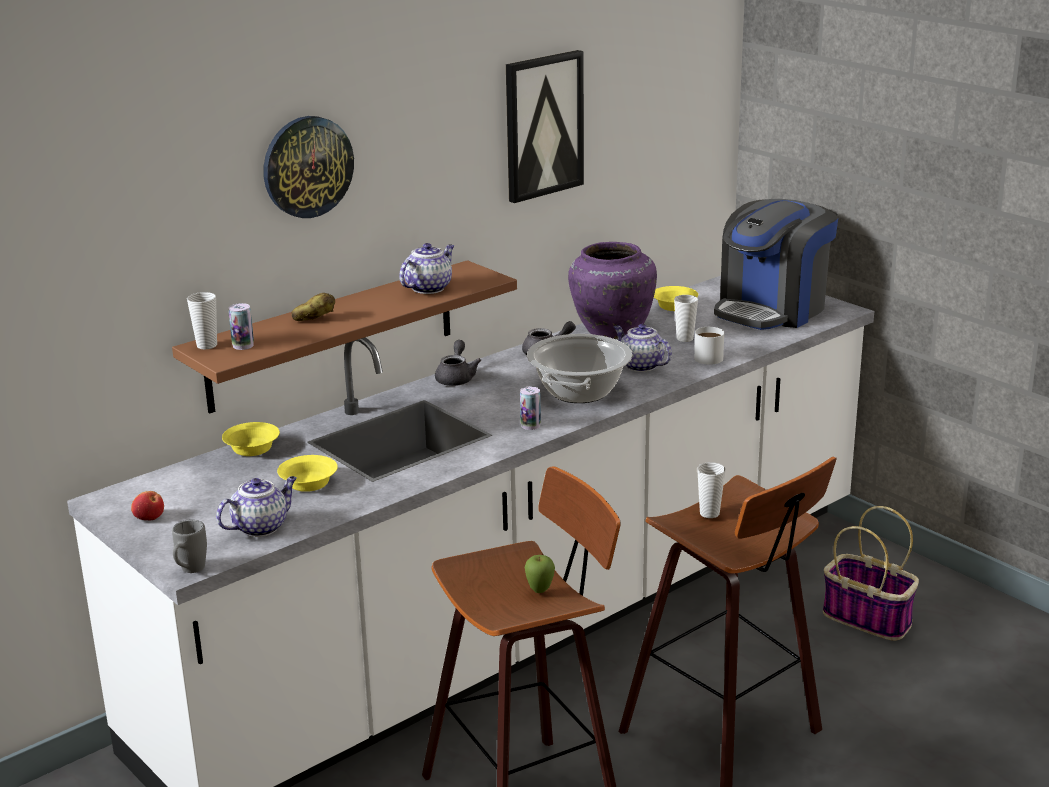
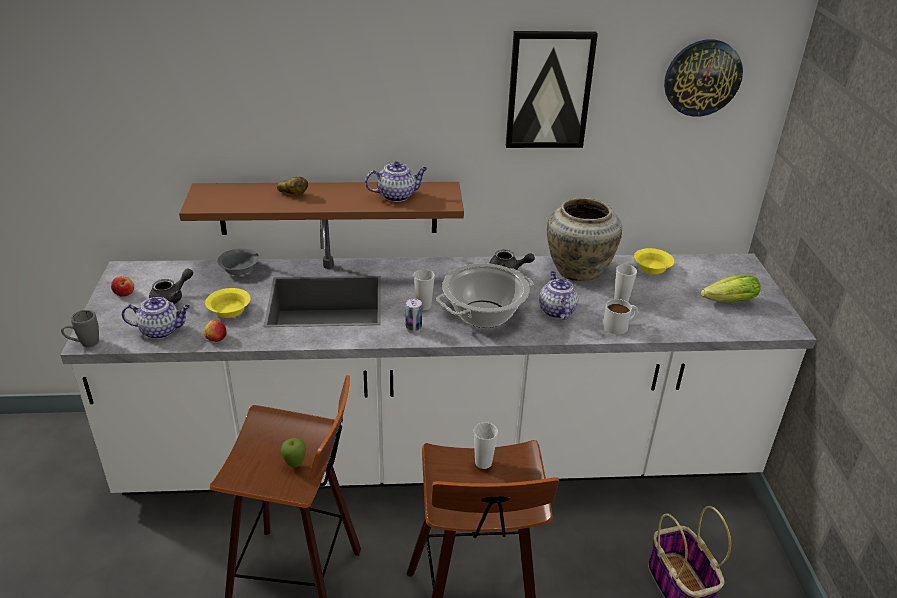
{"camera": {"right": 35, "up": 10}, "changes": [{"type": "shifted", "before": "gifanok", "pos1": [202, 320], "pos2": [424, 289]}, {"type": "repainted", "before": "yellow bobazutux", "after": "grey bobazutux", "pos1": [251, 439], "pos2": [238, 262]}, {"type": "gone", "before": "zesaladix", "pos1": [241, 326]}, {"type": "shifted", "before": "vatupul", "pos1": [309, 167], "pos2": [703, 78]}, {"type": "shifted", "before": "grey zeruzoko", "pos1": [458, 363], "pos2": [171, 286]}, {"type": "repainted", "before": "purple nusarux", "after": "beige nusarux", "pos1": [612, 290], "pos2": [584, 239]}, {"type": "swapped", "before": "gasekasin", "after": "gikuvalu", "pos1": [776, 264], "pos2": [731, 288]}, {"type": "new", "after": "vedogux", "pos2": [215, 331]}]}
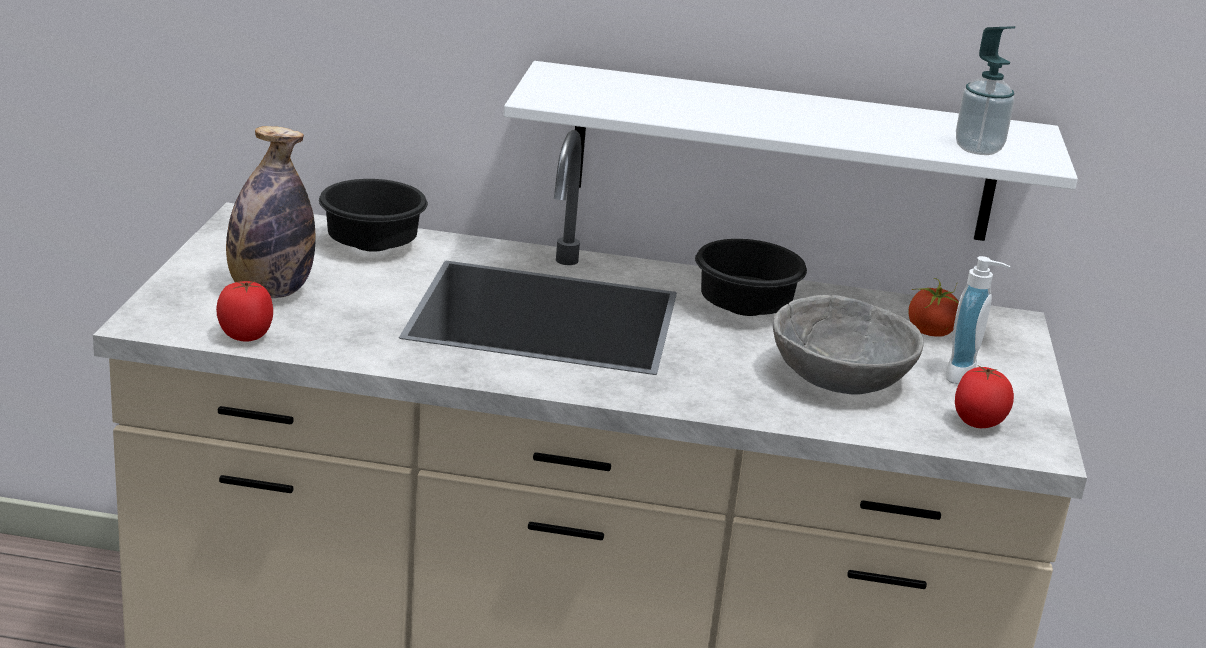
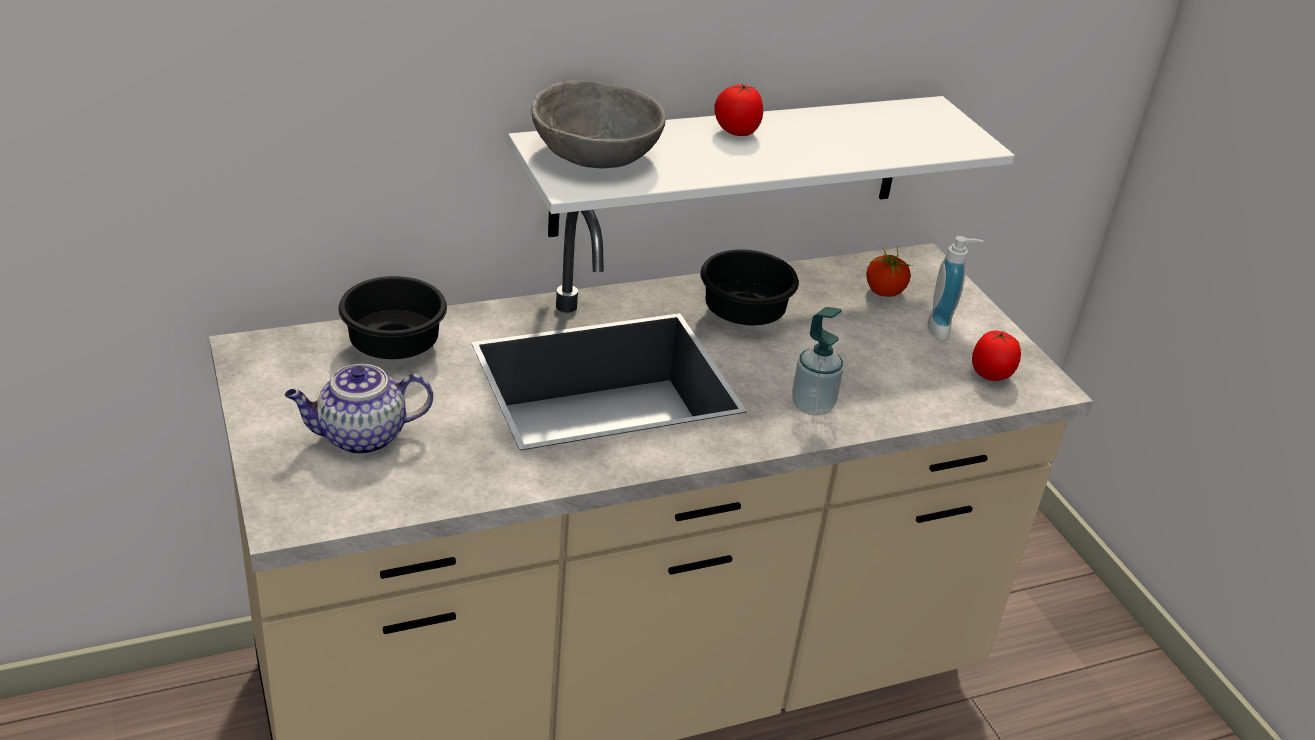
{"camera": {"right": -30, "up": 10}, "changes": [{"type": "shifted", "before": "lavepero", "pos1": [244, 311], "pos2": [738, 110]}, {"type": "swapped", "before": "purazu", "after": "zeruzoko", "pos1": [270, 212], "pos2": [359, 409]}, {"type": "shifted", "before": "grey bobazutux", "pos1": [848, 345], "pos2": [598, 124]}, {"type": "shifted", "before": "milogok", "pos1": [985, 90], "pos2": [817, 361]}]}
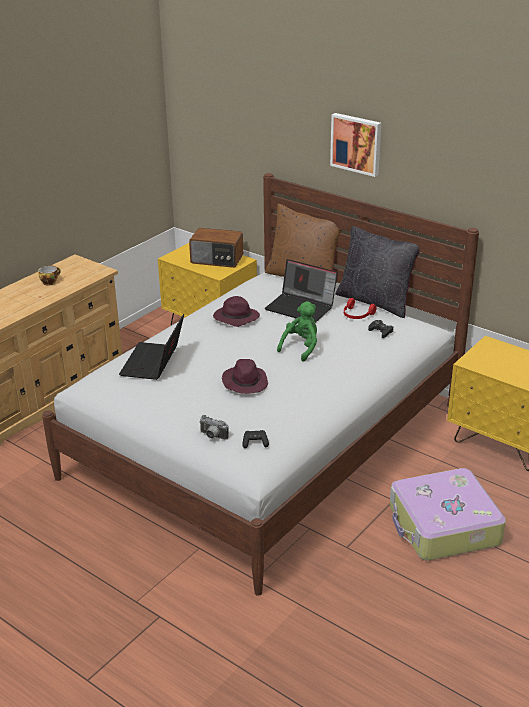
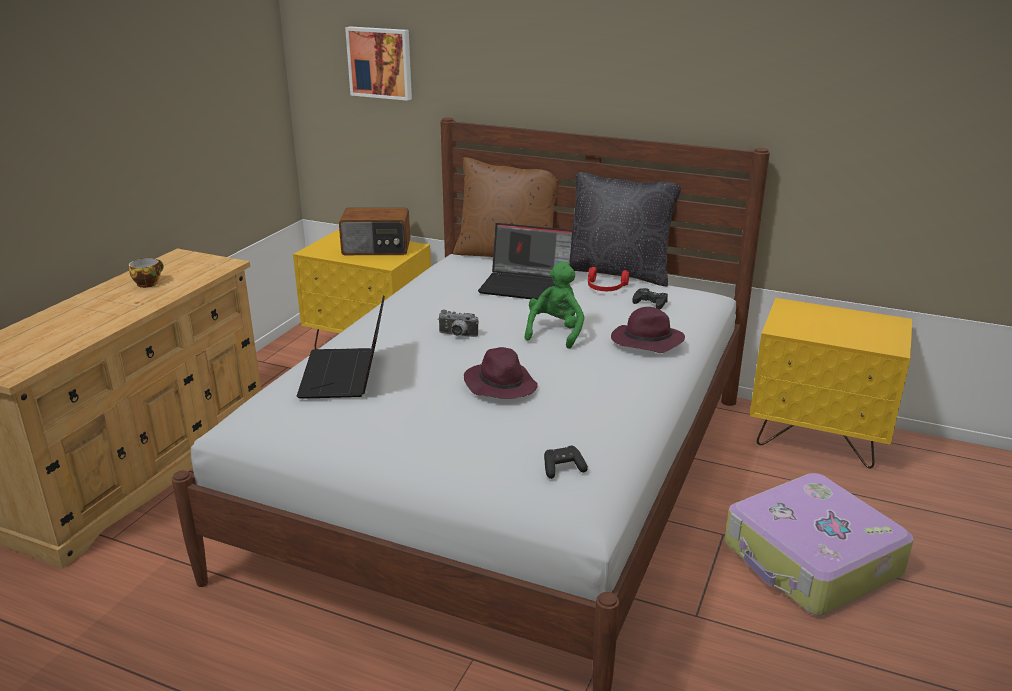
{"camera": {"right": -15, "up": -5}, "changes": [{"type": "shifted", "before": "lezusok", "pos1": [214, 427], "pos2": [458, 323]}, {"type": "shifted", "before": "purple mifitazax", "pos1": [236, 311], "pos2": [648, 330]}, {"type": "shifted", "before": "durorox", "pos1": [355, 145], "pos2": [378, 63]}]}
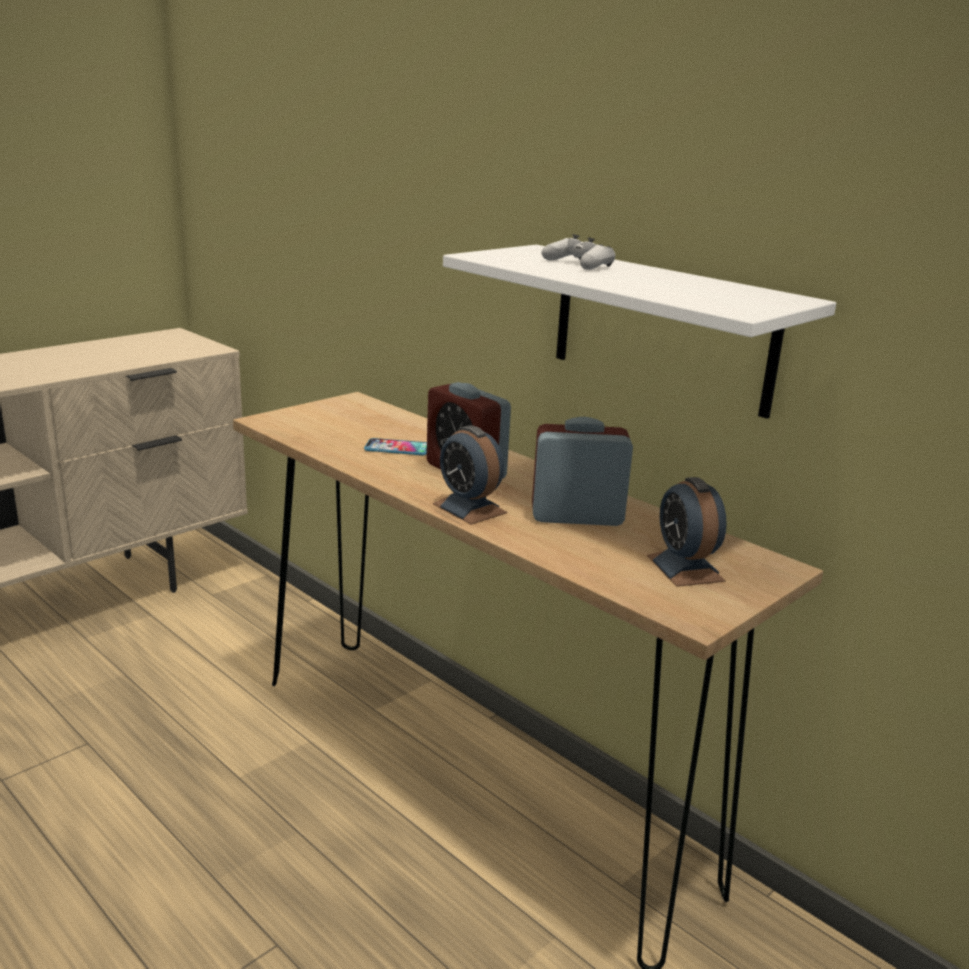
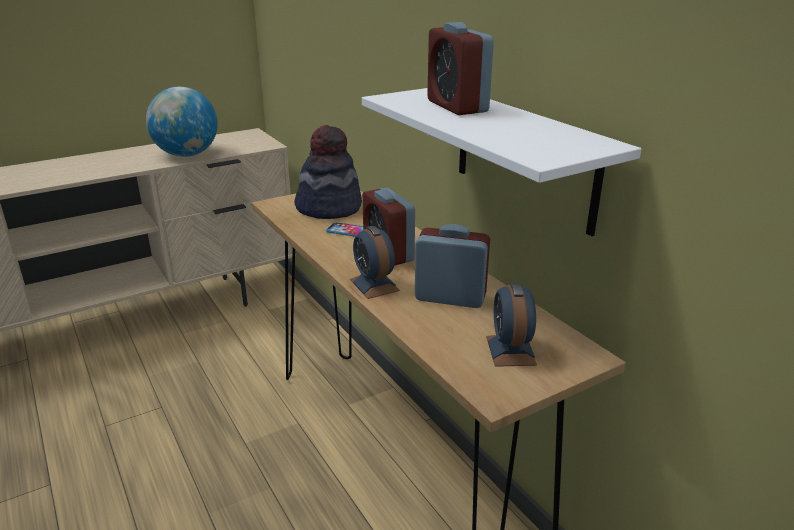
{"camera": {"right": 15, "up": 5}, "changes": [{"type": "swapped", "before": "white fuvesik", "after": "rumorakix", "pos1": [578, 252], "pos2": [460, 68]}, {"type": "new", "after": "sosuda", "pos2": [182, 122]}, {"type": "new", "after": "mifitazax", "pos2": [328, 172]}]}
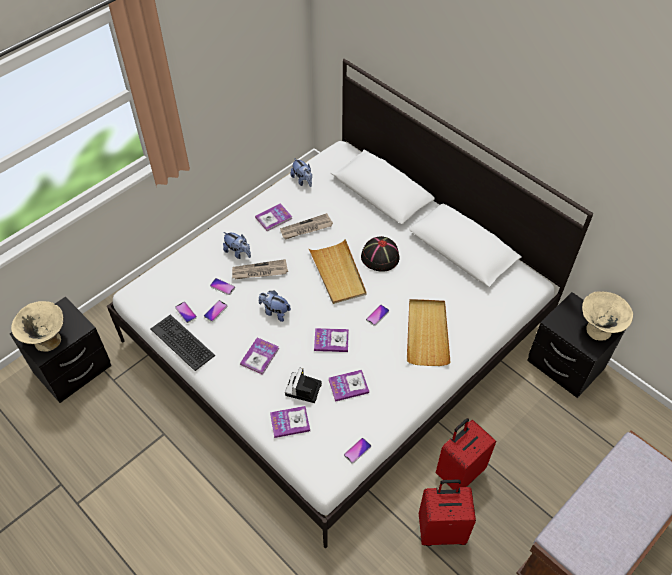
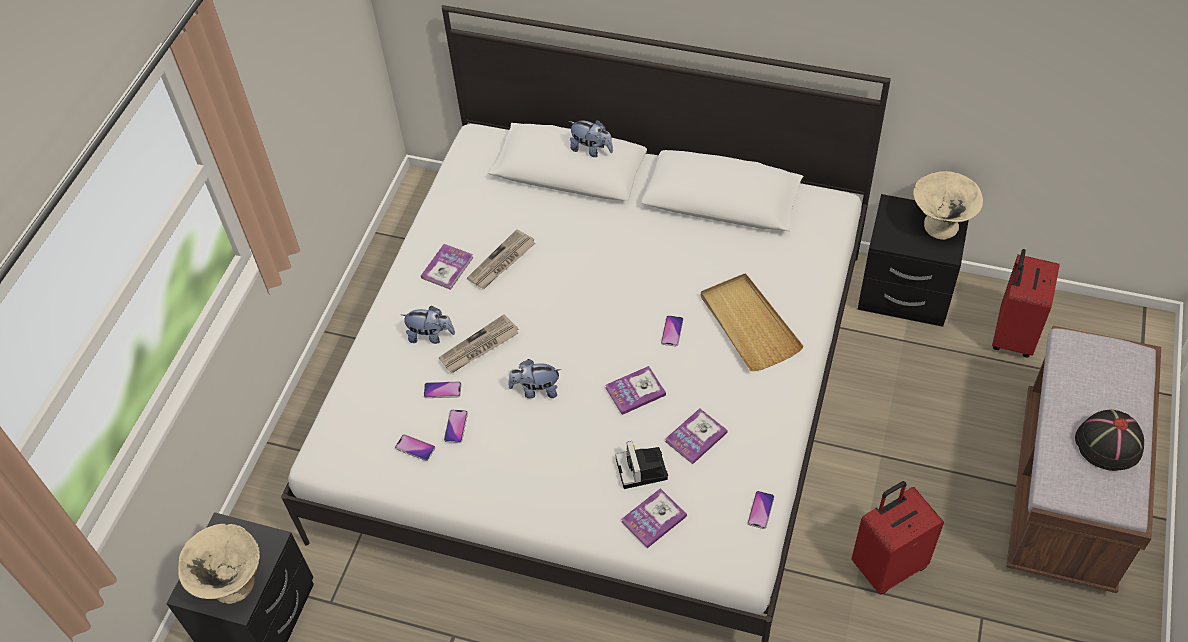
{"camera": {"right": -25, "up": 0}, "changes": [{"type": "gone", "before": "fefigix", "pos1": [183, 342]}, {"type": "gone", "before": "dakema", "pos1": [259, 356]}, {"type": "shifted", "before": "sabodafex", "pos1": [301, 172], "pos2": [591, 138]}, {"type": "gone", "before": "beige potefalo", "pos1": [337, 271]}, {"type": "shifted", "before": "black mifitazax", "pos1": [380, 254], "pos2": [1110, 440]}, {"type": "shifted", "before": "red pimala", "pos1": [466, 454], "pos2": [1026, 303]}]}
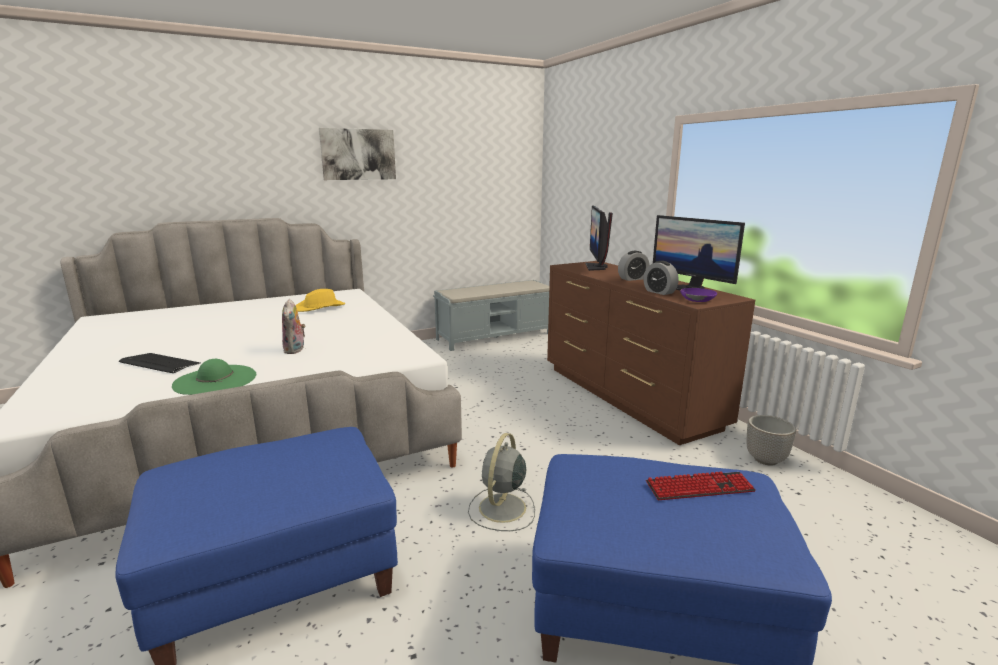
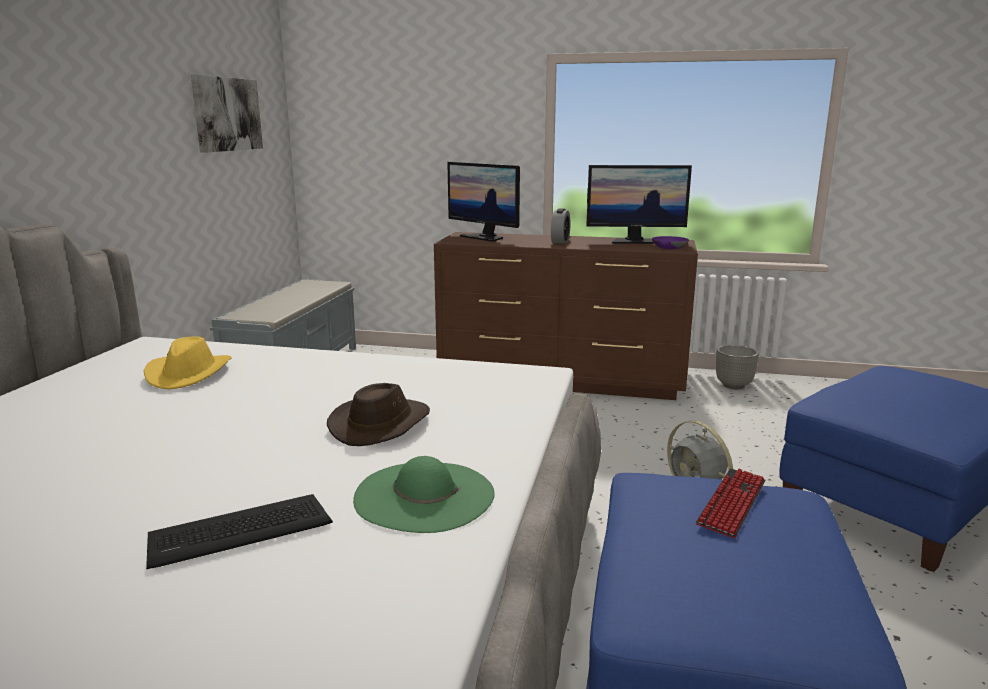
{"camera": {"right": -50, "up": 0}, "changes": [{"type": "swapped", "before": "sabodafex", "after": "brown mifitazax", "pos1": [294, 326], "pos2": [378, 414]}, {"type": "shifted", "before": "durorox", "pos1": [357, 154], "pos2": [227, 113]}, {"type": "gone", "before": "rumorakix", "pos1": [661, 278]}, {"type": "shifted", "before": "fefigix", "pos1": [701, 485], "pos2": [730, 503]}]}
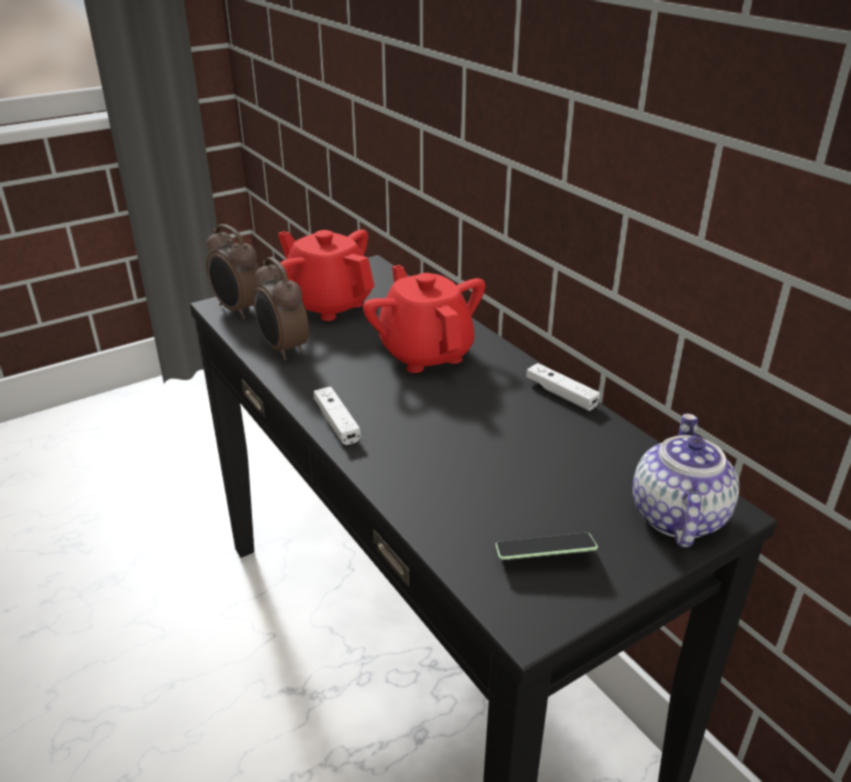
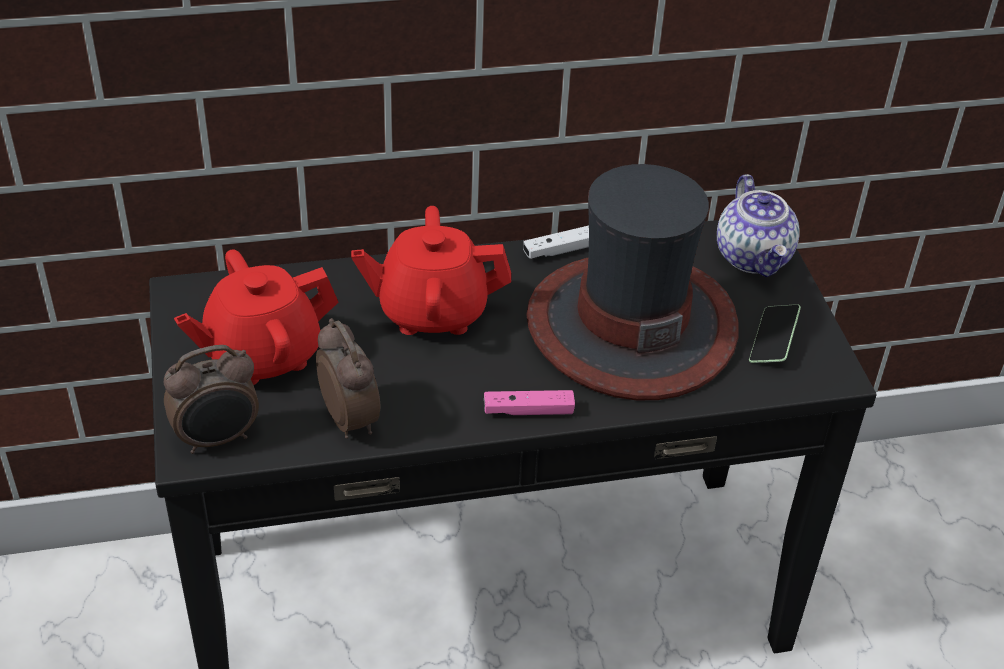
{"camera": {"right": -70, "up": 10}, "changes": [{"type": "rotated", "before": "rumorakix", "pos1": [281, 309], "pos2": [348, 378], "turn": -105}, {"type": "repainted", "before": "white fuvesik", "after": "pink fuvesik", "pos1": [337, 415], "pos2": [529, 402]}, {"type": "rotated", "before": "zeruzoko", "pos1": [686, 480], "pos2": [758, 225], "turn": -135}, {"type": "new", "after": "mifitazax", "pos2": [632, 282]}]}
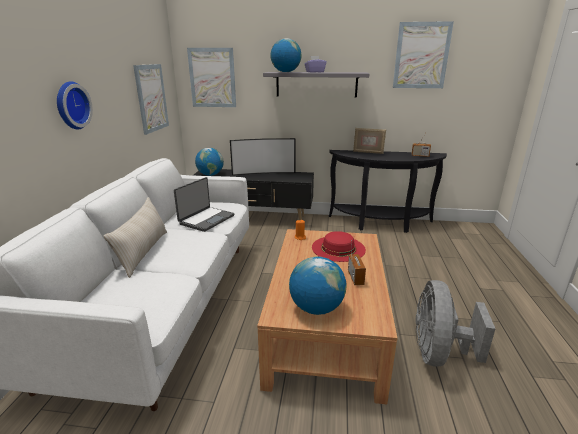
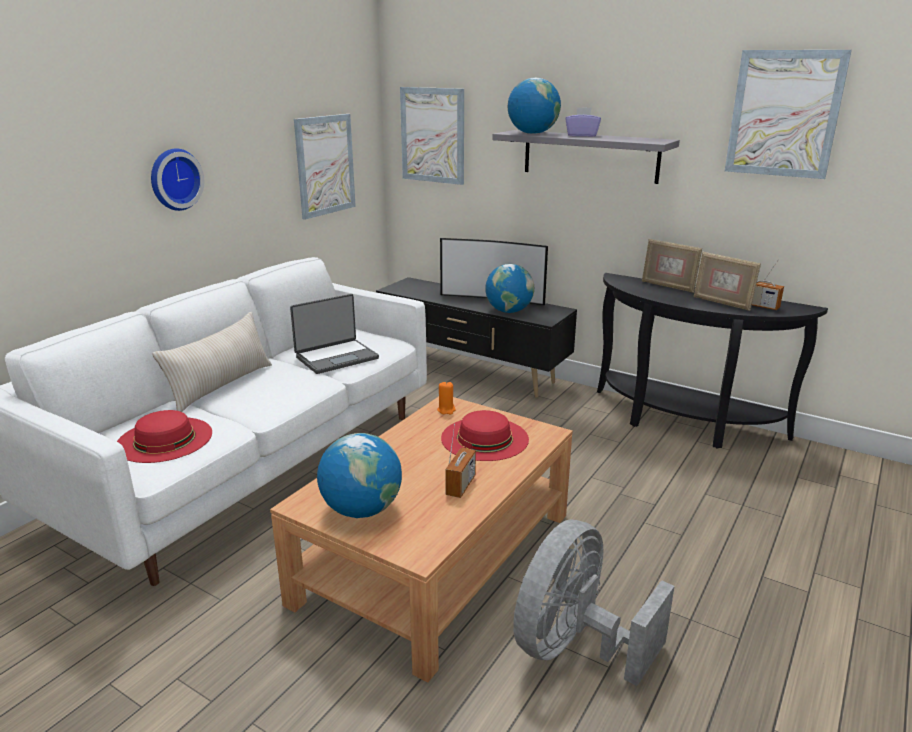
{"camera": {"right": 25, "up": 0}, "changes": [{"type": "shifted", "before": "sosuda", "pos1": [209, 162], "pos2": [509, 288]}, {"type": "new", "after": "red mifitazax", "pos2": [164, 436]}, {"type": "new", "after": "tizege", "pos2": [727, 281]}]}
